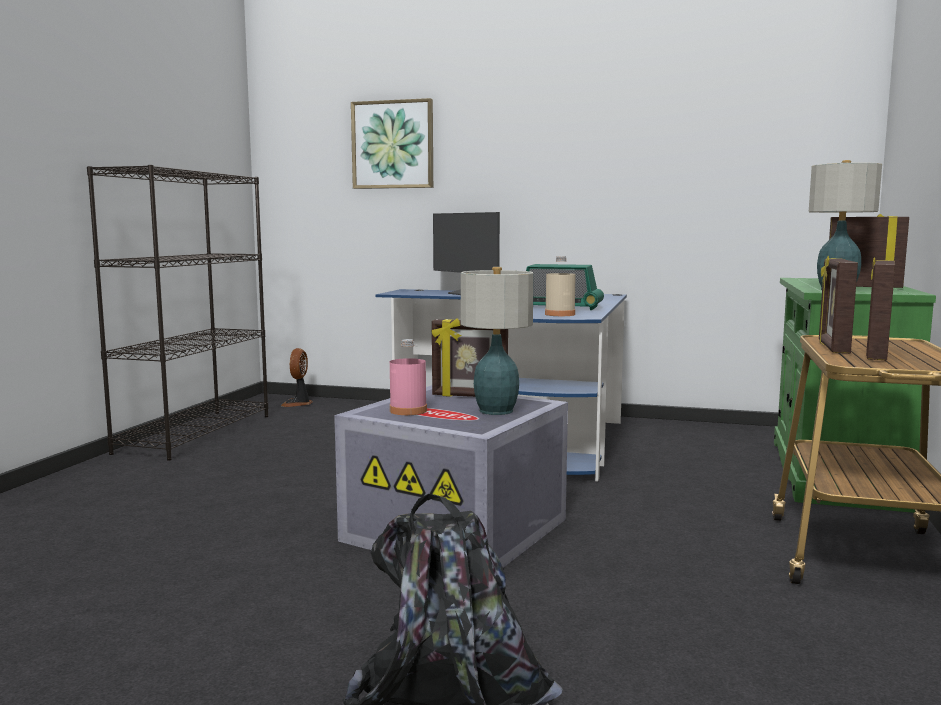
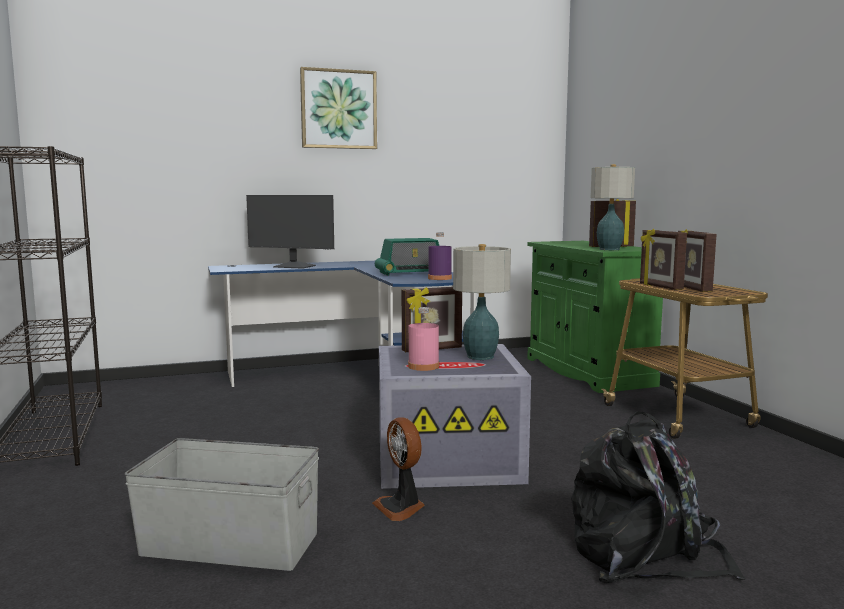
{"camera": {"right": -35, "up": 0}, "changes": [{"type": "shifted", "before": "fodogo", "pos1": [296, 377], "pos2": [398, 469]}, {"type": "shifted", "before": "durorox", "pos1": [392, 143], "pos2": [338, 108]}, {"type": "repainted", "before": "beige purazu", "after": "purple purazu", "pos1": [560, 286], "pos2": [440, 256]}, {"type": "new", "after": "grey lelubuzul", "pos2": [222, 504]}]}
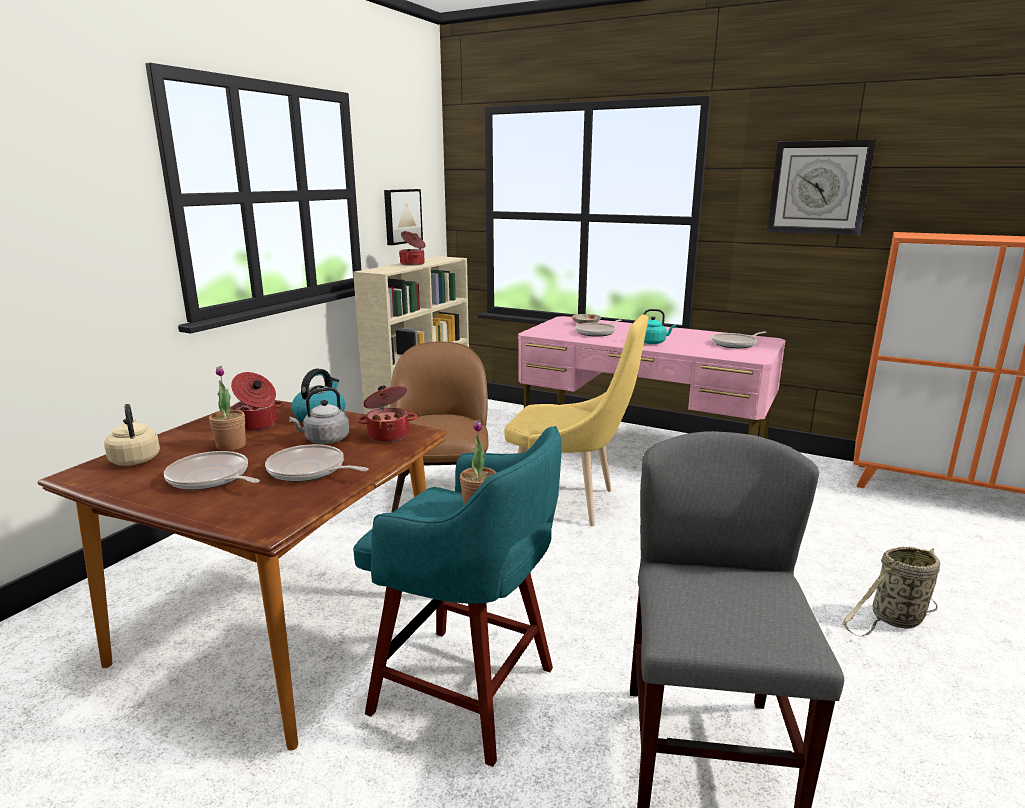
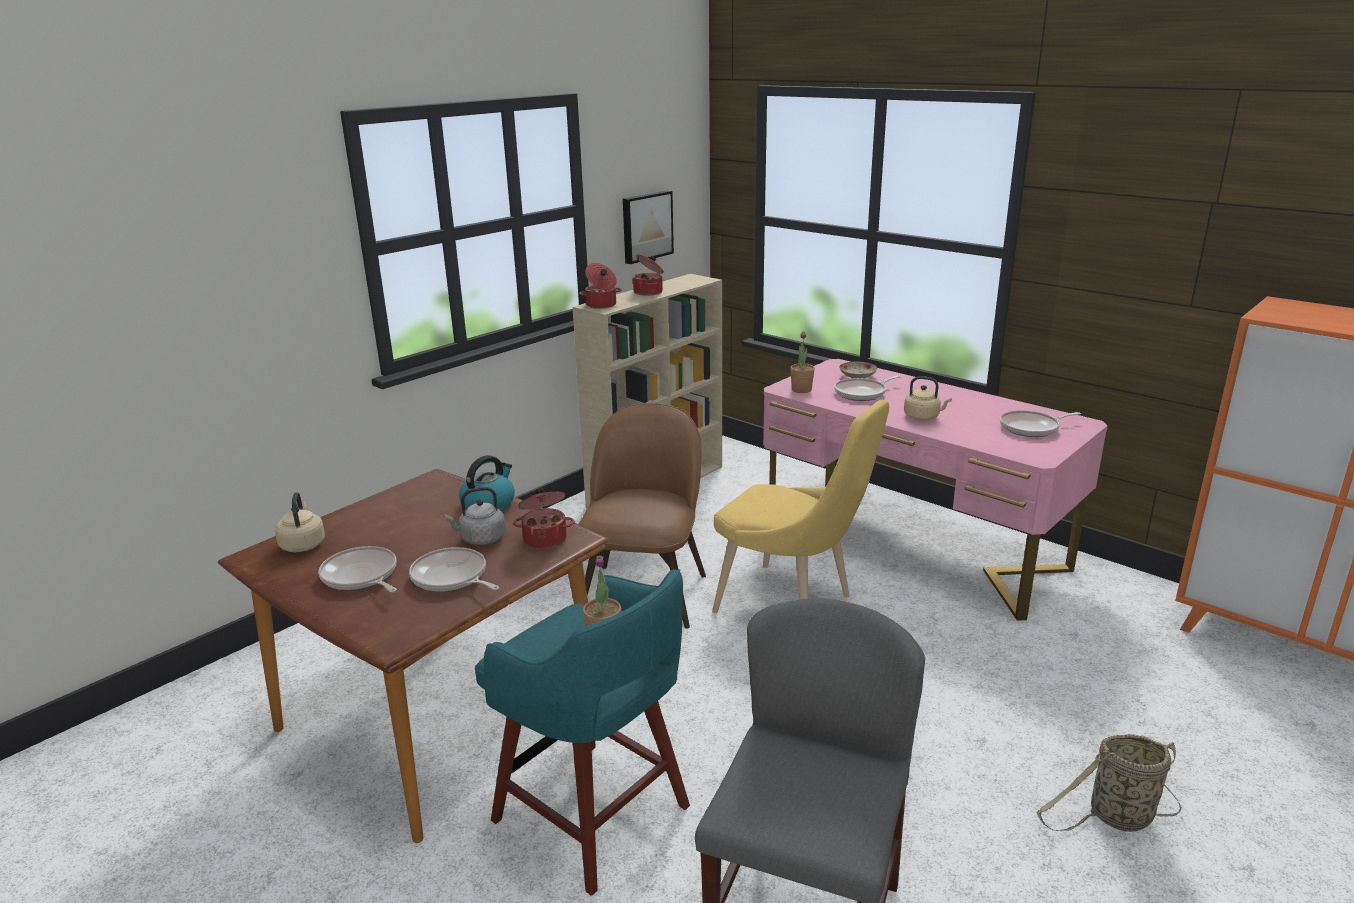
{"camera": {"right": 15, "up": 5}, "changes": [{"type": "shifted", "before": "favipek", "pos1": [227, 408], "pos2": [802, 362]}, {"type": "shifted", "before": "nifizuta", "pos1": [257, 401], "pos2": [600, 286]}, {"type": "repainted", "before": "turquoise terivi", "after": "beige terivi", "pos1": [659, 326], "pos2": [928, 398]}, {"type": "gone", "before": "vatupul", "pos1": [821, 187]}]}
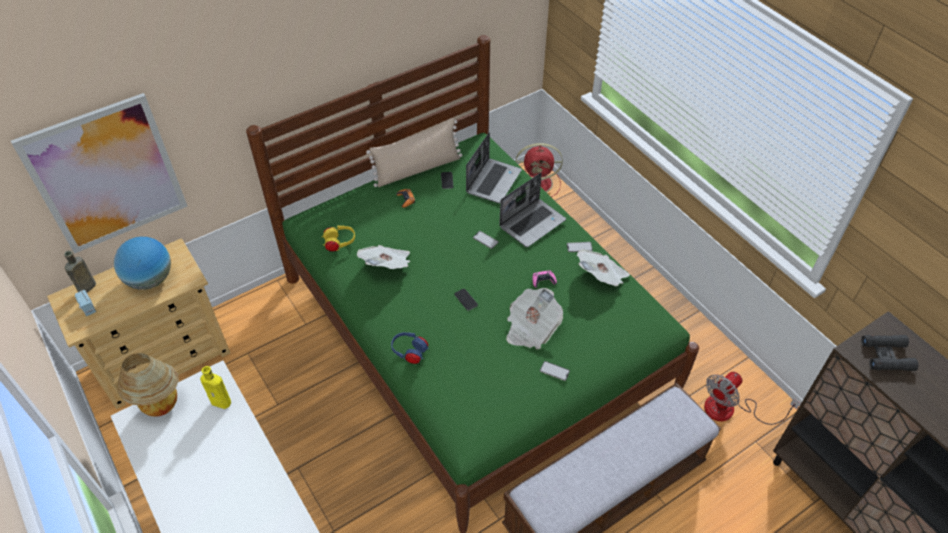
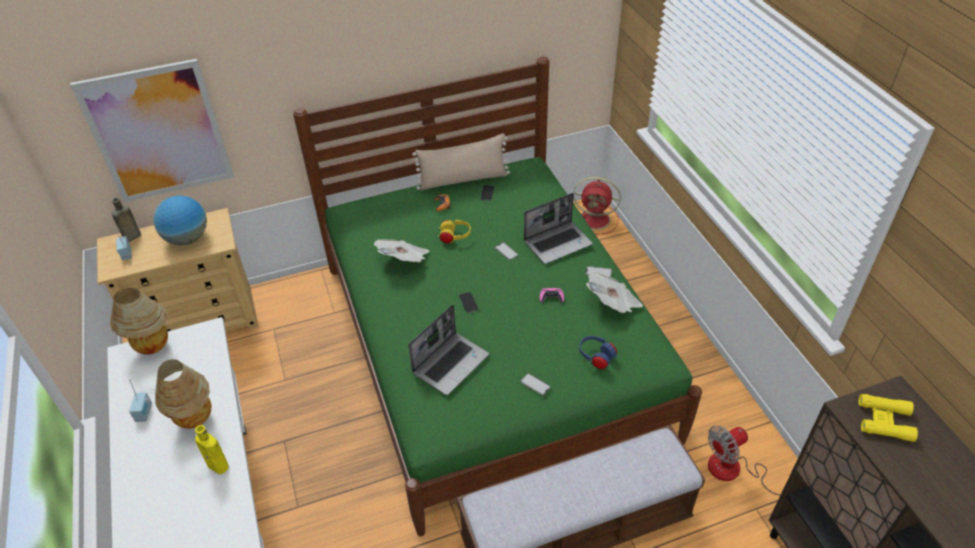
{"camera": {"right": 15, "up": -5}, "changes": [{"type": "shifted", "before": "yellow purazu", "pos1": [215, 387], "pos2": [212, 449]}, {"type": "shifted", "before": "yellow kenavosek", "pos1": [338, 239], "pos2": [454, 231]}, {"type": "shifted", "before": "blue kenavosek", "pos1": [410, 348], "pos2": [598, 352]}, {"type": "shifted", "before": "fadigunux", "pos1": [494, 167], "pos2": [448, 350]}, {"type": "gone", "before": "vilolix", "pos1": [534, 318]}, {"type": "repainted", "before": "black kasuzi", "after": "yellow kasuzi", "pos1": [889, 353], "pos2": [888, 418]}, {"type": "new", "after": "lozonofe", "pos2": [140, 400]}, {"type": "new", "after": "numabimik", "pos2": [183, 394]}]}
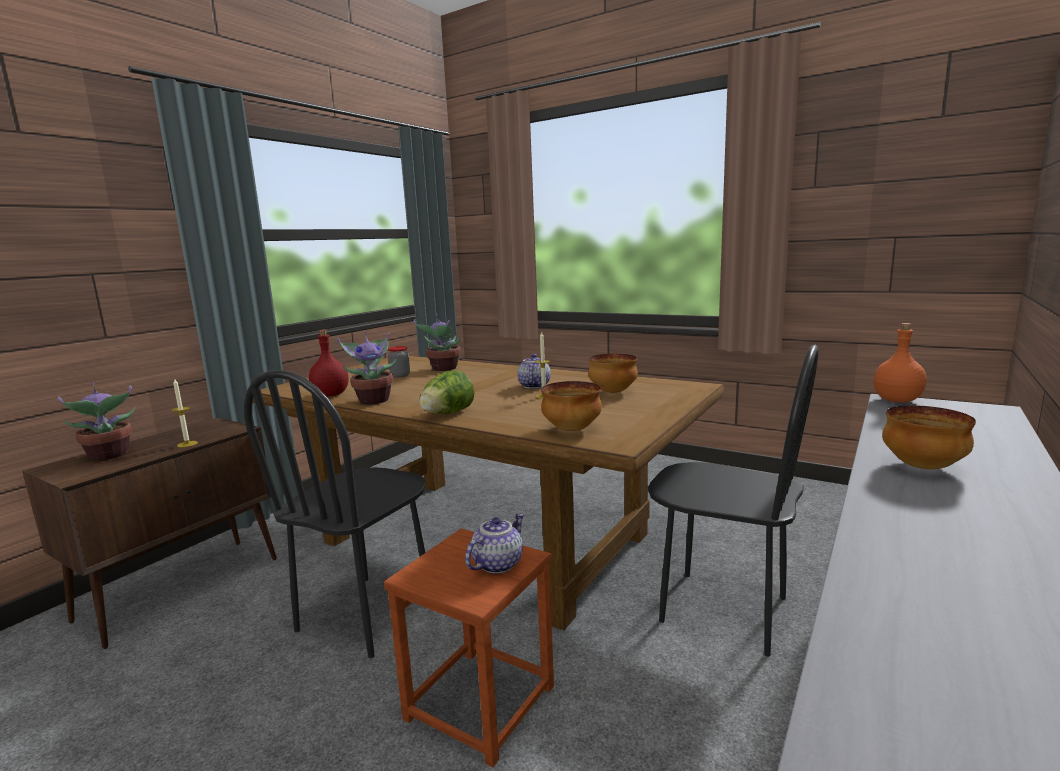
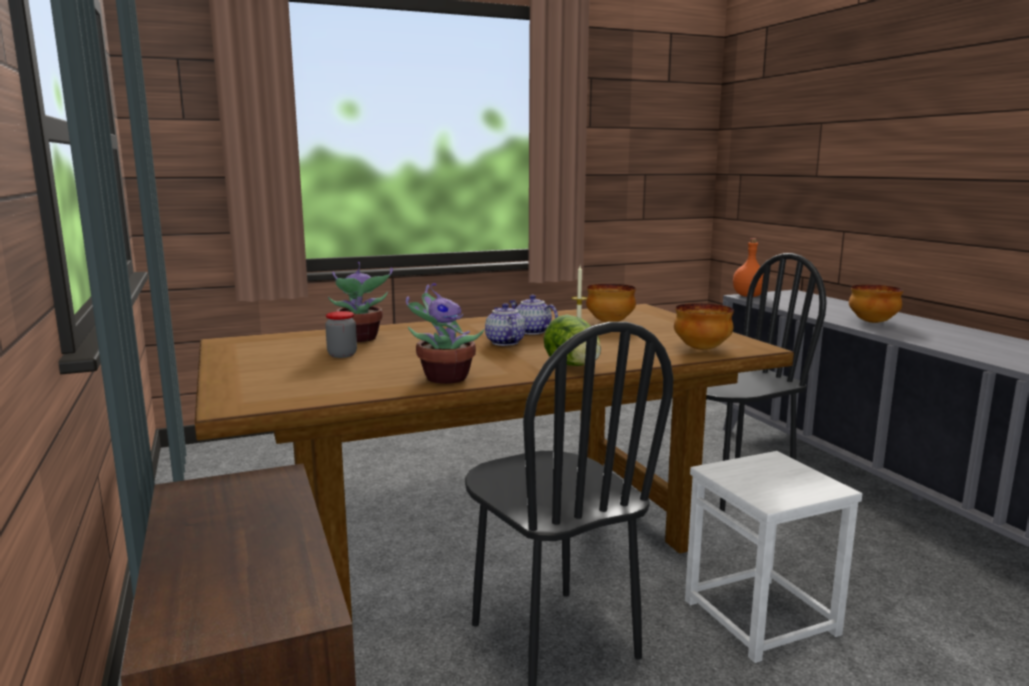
{"camera": {"right": -55, "up": 0}, "changes": [{"type": "gone", "before": "favipek", "pos1": [96, 422]}, {"type": "gone", "before": "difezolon", "pos1": [185, 413]}, {"type": "gone", "before": "red purazu", "pos1": [329, 363]}, {"type": "repainted", "before": "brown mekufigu", "after": "white mekufigu", "pos1": [469, 647], "pos2": [773, 557]}, {"type": "shifted", "before": "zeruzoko", "pos1": [494, 543], "pos2": [505, 324]}]}
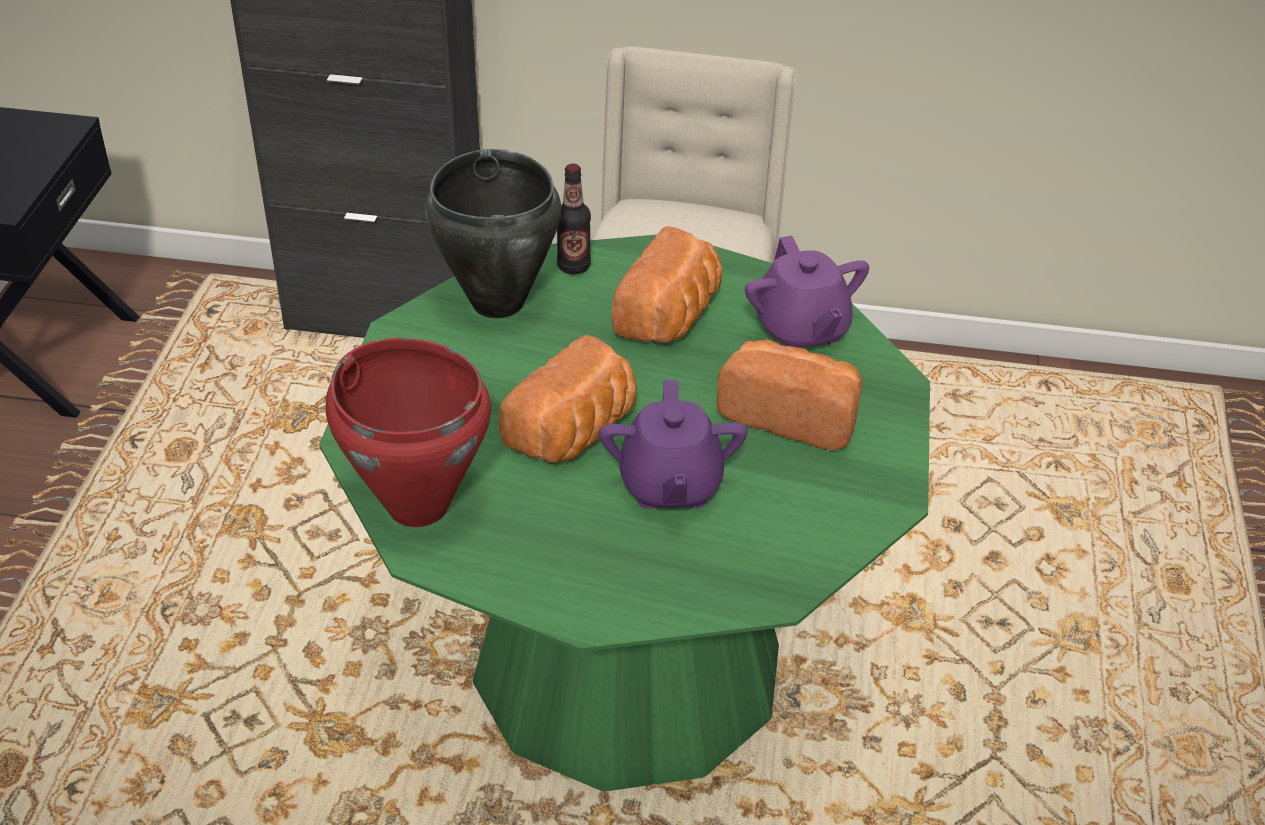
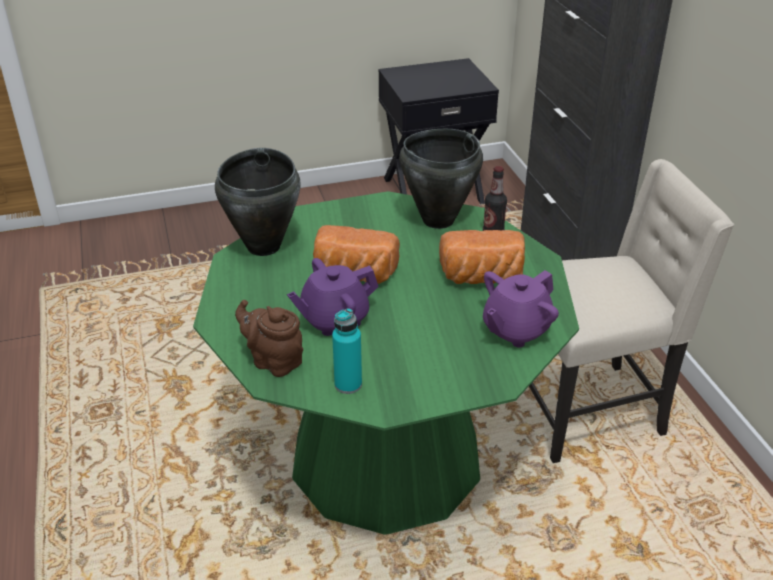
{"camera": {"right": 65, "up": -5}, "changes": [{"type": "repainted", "before": "red nifizuta", "after": "black nifizuta", "pos1": [408, 432], "pos2": [258, 202]}, {"type": "gone", "before": "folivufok", "pos1": [790, 395]}, {"type": "new", "after": "brown zeruzoko", "pos2": [269, 338]}, {"type": "new", "after": "turquoise purazu", "pos2": [347, 351]}]}
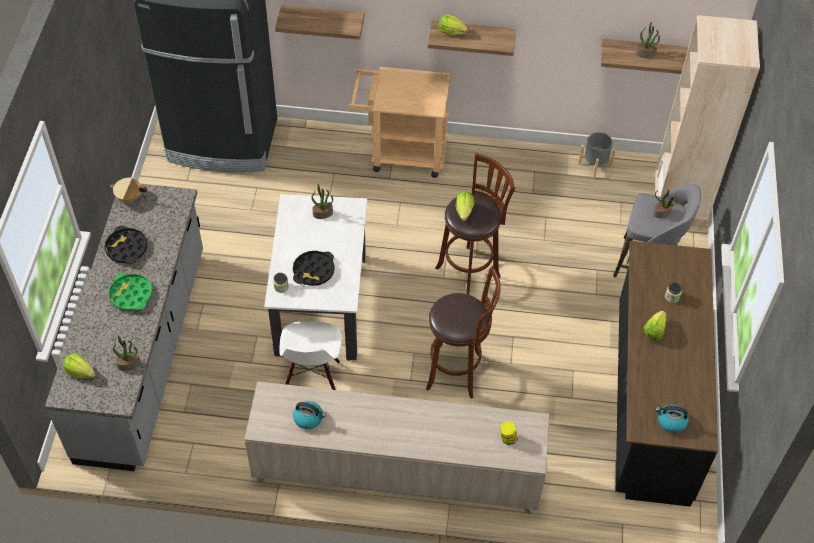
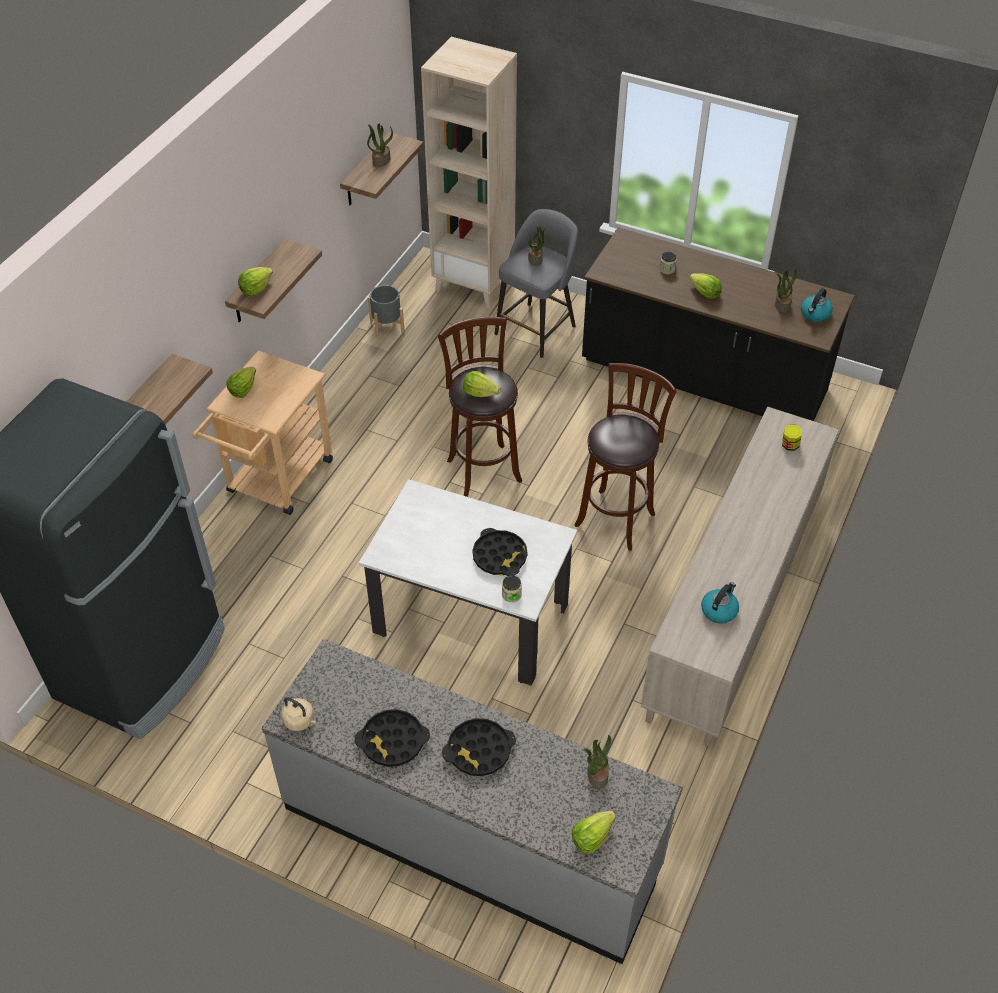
{"camera": {"right": -70, "up": -5}, "changes": [{"type": "repainted", "before": "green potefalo", "after": "black potefalo", "pos1": [130, 292], "pos2": [479, 747]}, {"type": "swapped", "before": "beige nifizuta", "after": "beige terivi", "pos1": [128, 190], "pos2": [298, 714]}, {"type": "gone", "before": "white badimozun", "pos1": [310, 355]}, {"type": "shifted", "before": "favipek", "pos1": [322, 201], "pos2": [786, 291]}, {"type": "new", "after": "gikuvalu", "pos2": [241, 382]}]}
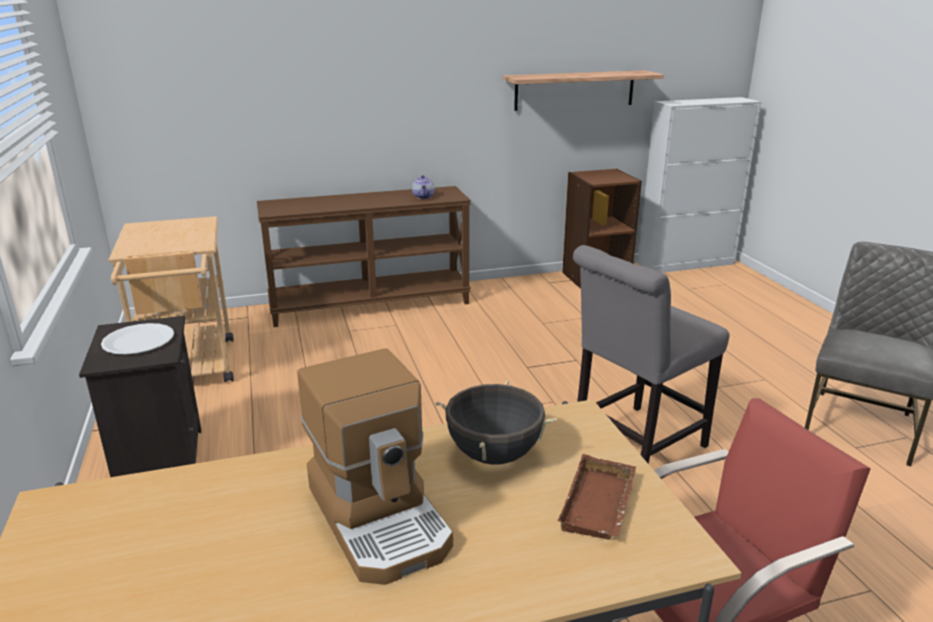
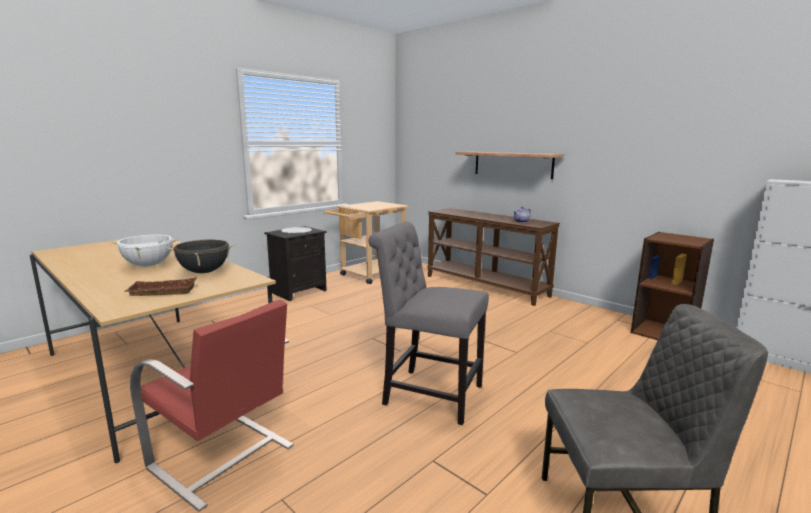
{"camera": {"right": 60, "up": -10}, "changes": [{"type": "swapped", "before": "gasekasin", "after": "white nifizuta", "pos1": [375, 466], "pos2": [144, 251]}, {"type": "shifted", "before": "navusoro", "pos1": [583, 90], "pos2": [510, 165]}]}
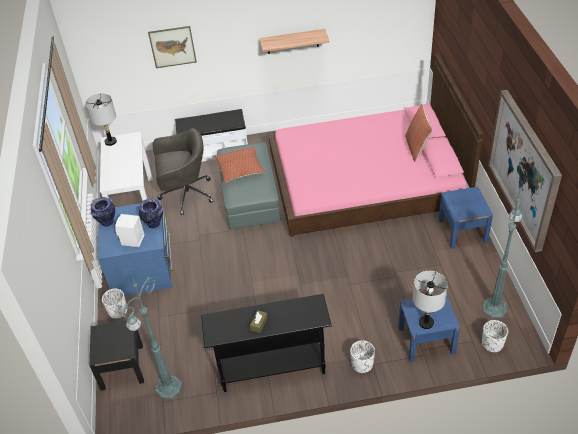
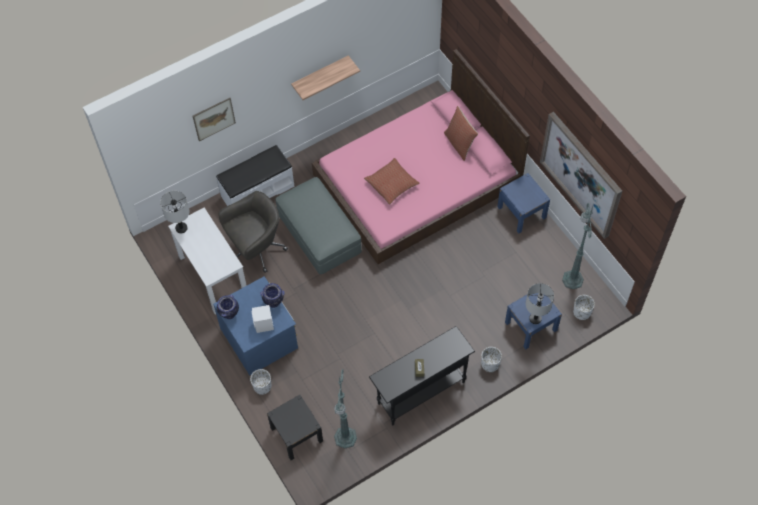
{"camera": {"right": -25, "up": 15}, "changes": [{"type": "shifted", "before": "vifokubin", "pos1": [240, 164], "pos2": [392, 181]}]}
